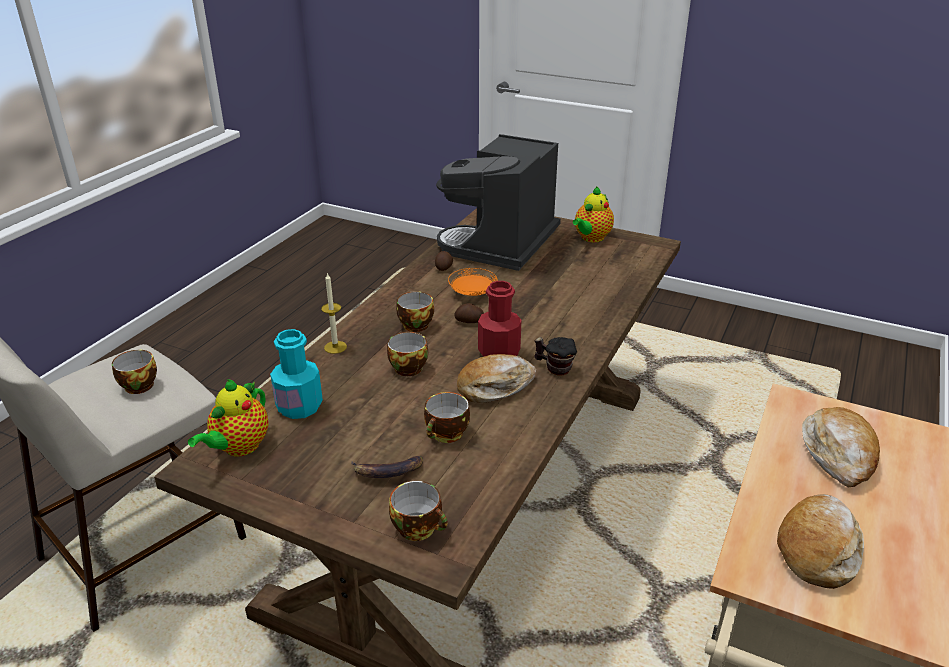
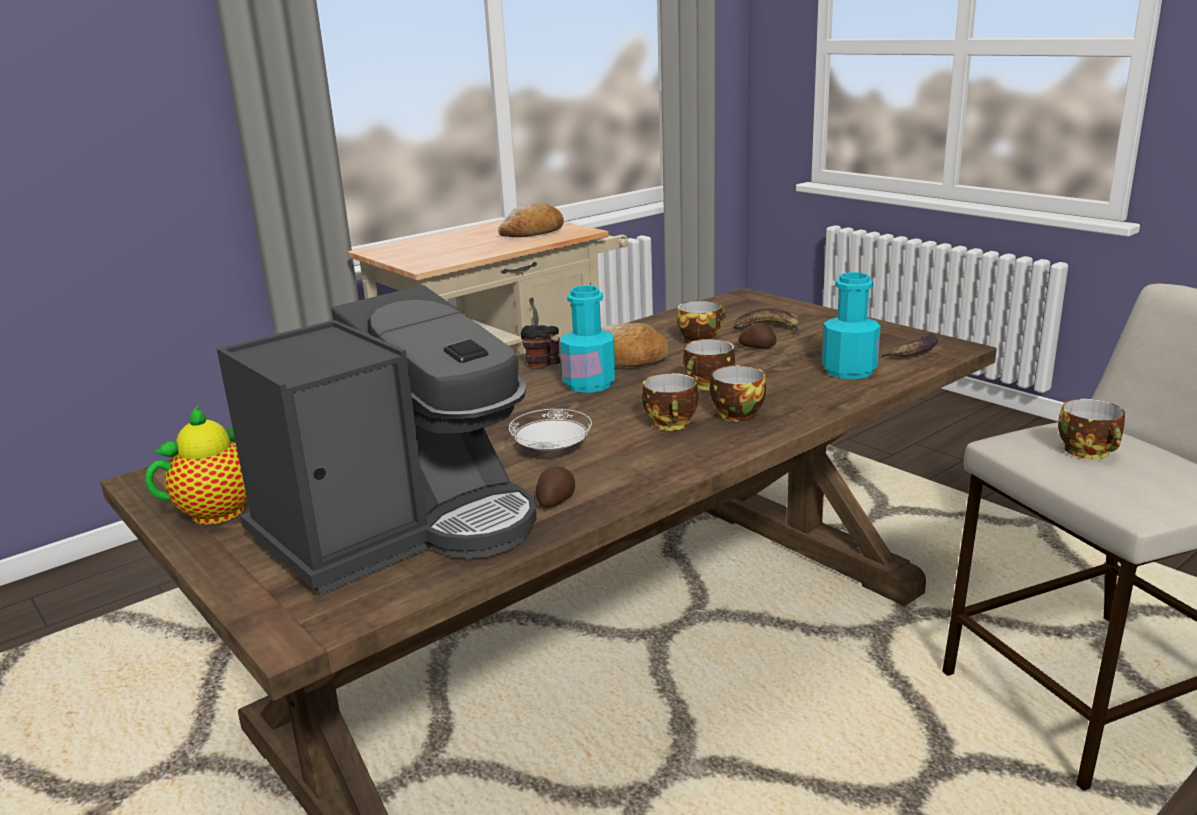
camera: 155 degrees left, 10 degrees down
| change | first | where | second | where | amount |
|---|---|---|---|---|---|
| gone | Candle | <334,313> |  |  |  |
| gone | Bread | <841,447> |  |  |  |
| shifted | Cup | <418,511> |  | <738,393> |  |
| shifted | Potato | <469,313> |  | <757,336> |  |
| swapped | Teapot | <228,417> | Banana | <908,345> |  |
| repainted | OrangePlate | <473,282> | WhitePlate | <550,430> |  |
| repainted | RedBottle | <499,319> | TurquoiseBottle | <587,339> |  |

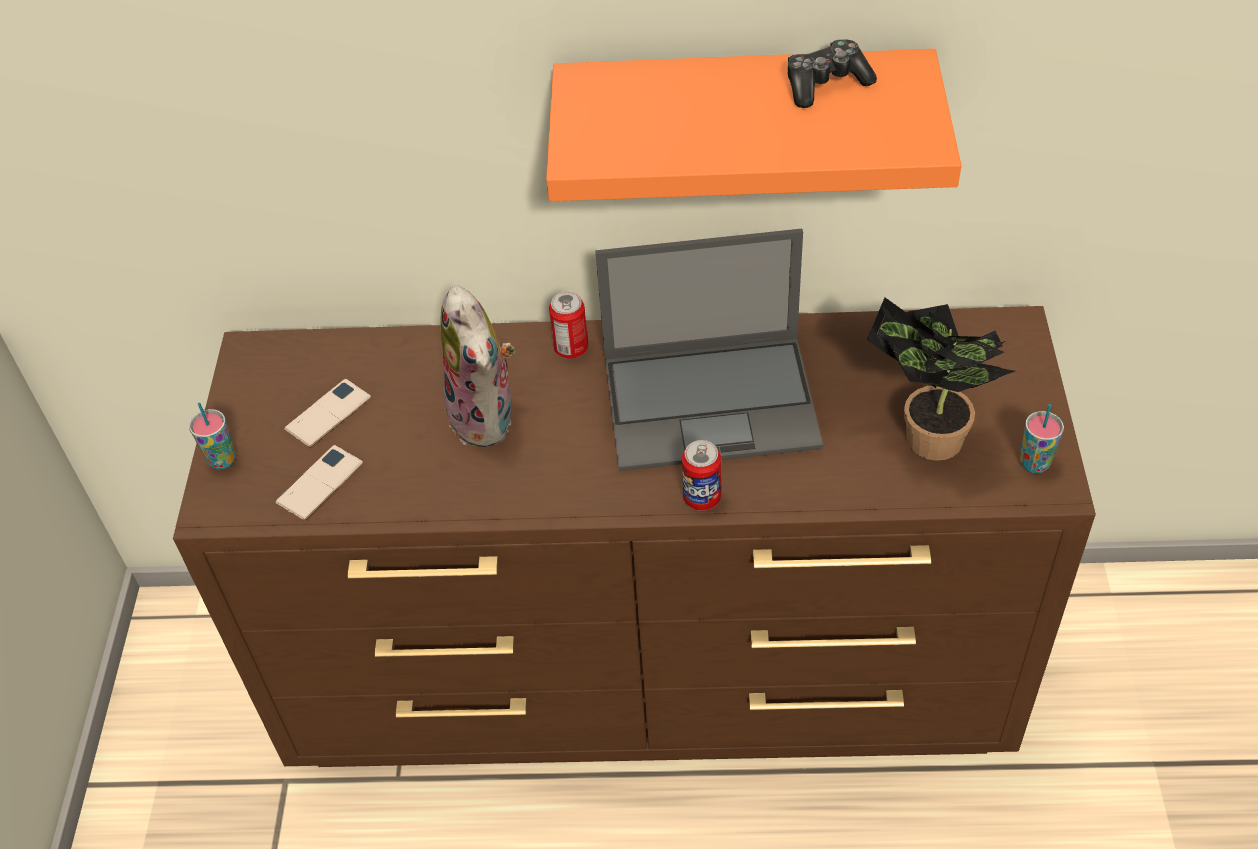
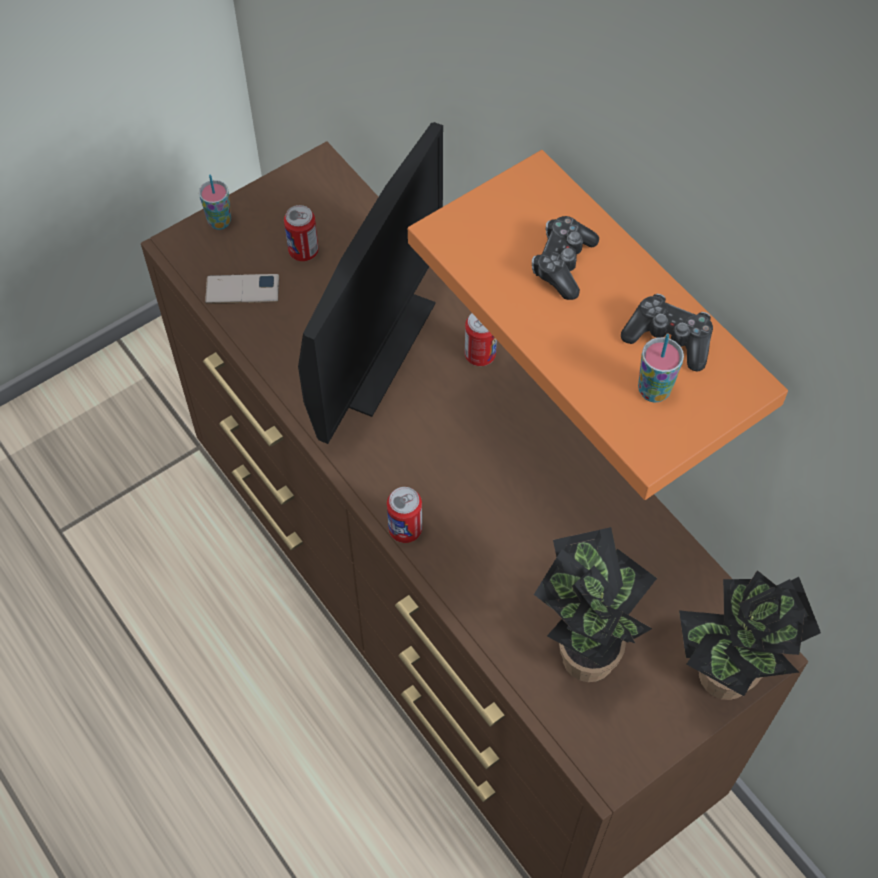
camera: 50 degrees right, 10 degrees up
| change | first | where | second | where | amount |
|---|---|---|---|---|---|
| gone | Laptop | <709,350> |  |  |  |
| new |  |  | GameController | <565,258> |  |
| new |  |  | PottedPlant | <750,635> |  |
| shifted | Cup | <1042,438> |  | <661,368> |  |
| swapped | Phone | <327,413> | Can | <301,233> |  |
| swapped | PlushToy | <477,366> | Monitor | <370,283> |  |

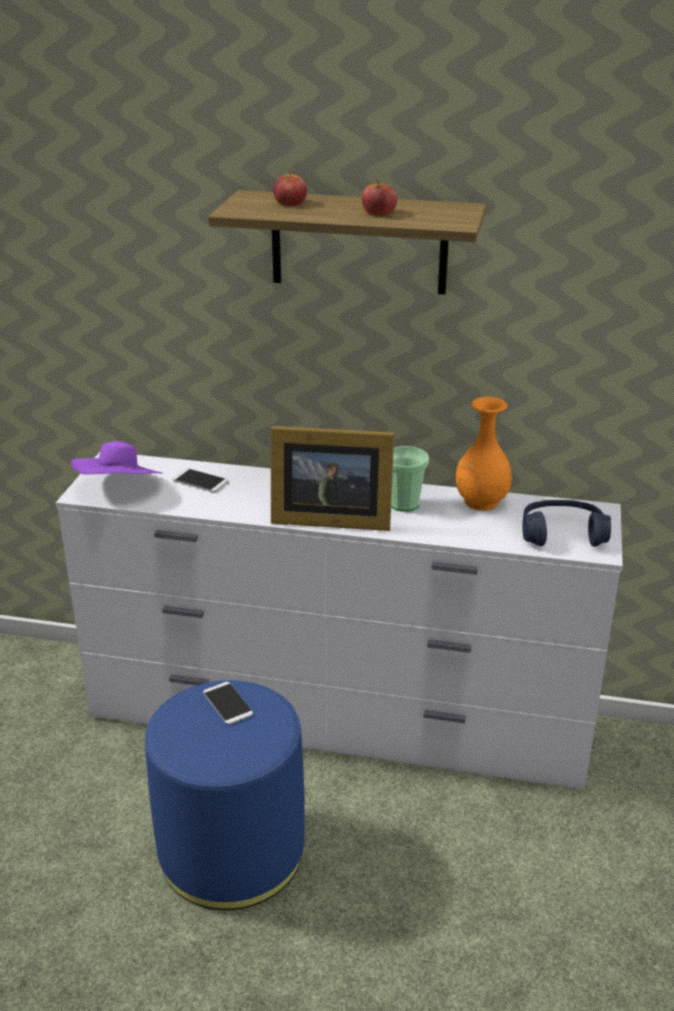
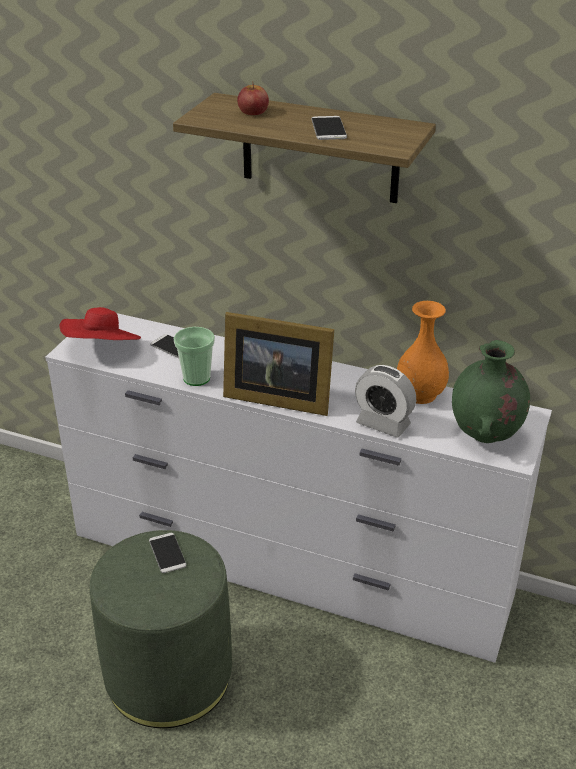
camera: 10 degrees right, 5 degrees up
| change | first | where | second | where | amount |
|---|---|---|---|---|---|
| new |  |  | AlarmClock | <385,401> |  |
| shifted | Cup | <410,479> |  | <194,356> |  |
| swapped | Apple | <379,197> | Phone | <329,128> |  |
| swapped | BlueHeadphones | <566,523> | GreenVase | <491,391> |  |
| repainted | PurpleHat | <116,458> | RedHat | <100,323> |  |
| repainted | BlueOttoman | <225,795> | GreenOttoman | <161,629> |  |

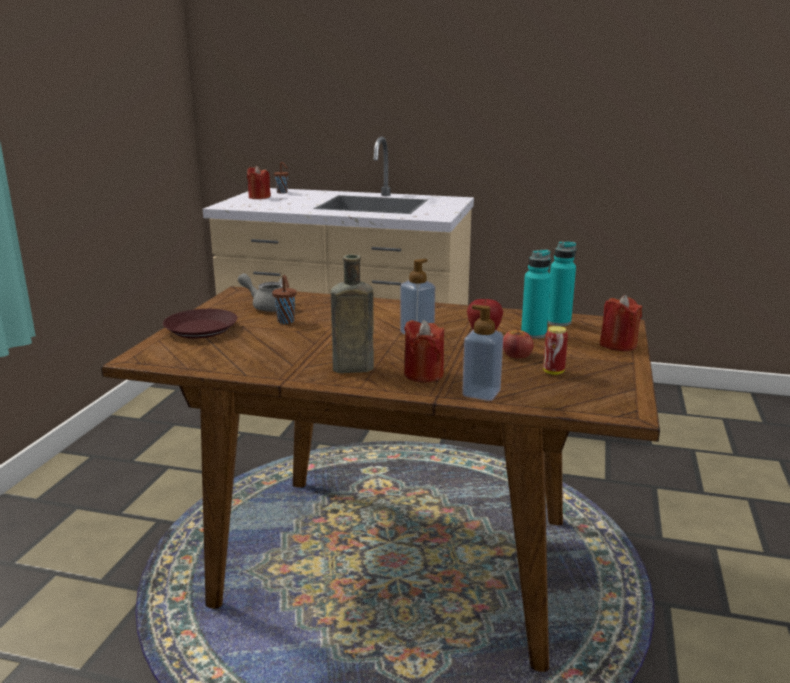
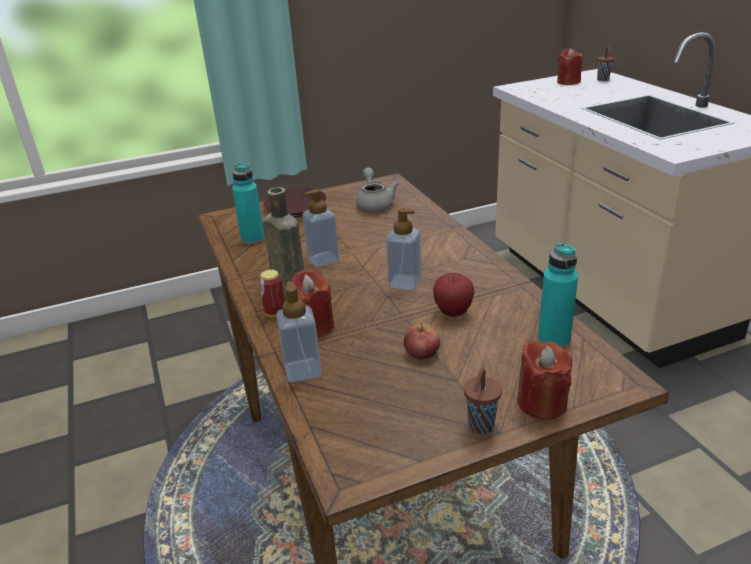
camera: 55 degrees right, 10 degrees up
| change | first | where | second | where | amount |
|---|---|---|---|---|---|
| new |  |  | SoapDispenser | <320,228> |  |
| shifted | BrownCup | <284,299> |  | <483,401> |  |
| shifted | TurquoiseBottle | <536,294> |  | <248,203> |  |
| shifted | Can | <555,350> |  | <272,294> |  |

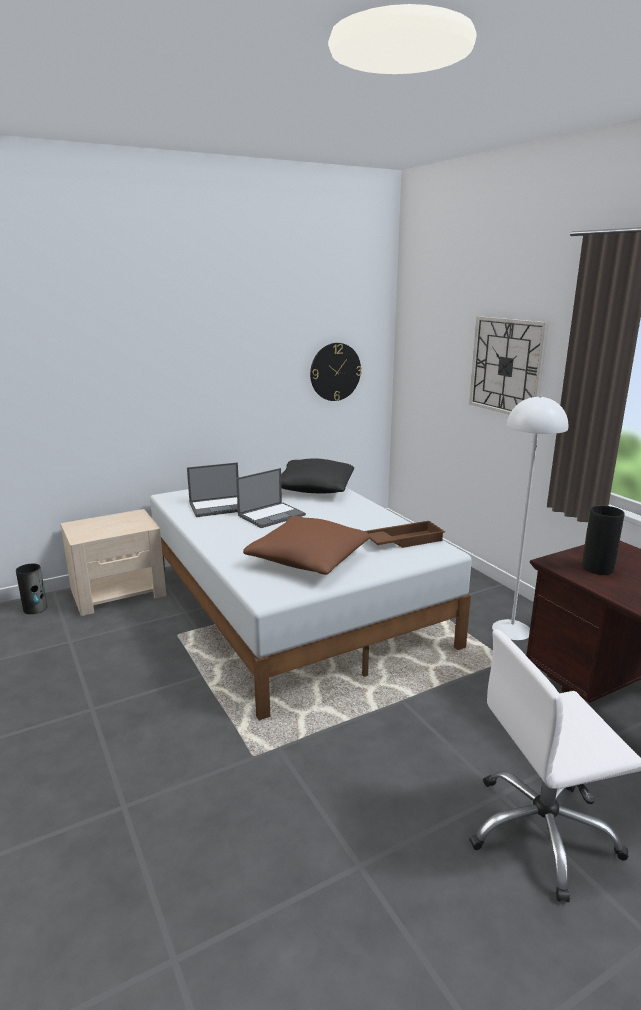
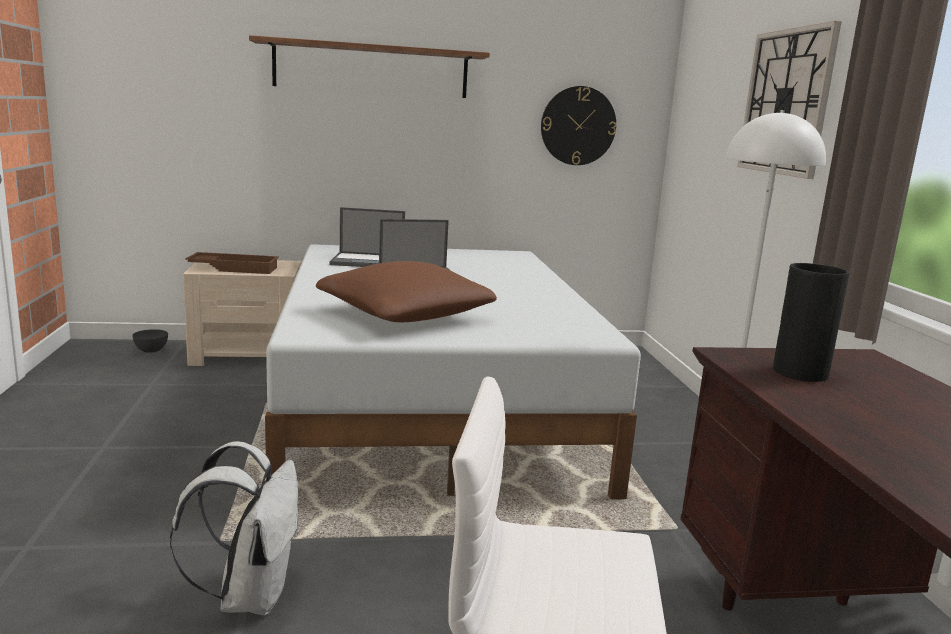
camera: 20 degrees right, 5 degrees down
| change | first | where | second | where | amount |
|---|---|---|---|---|---|
| gone | BlackPillow | <317,475> |  |  |  |
| new |  |  | WhiteBackpack | <234,528> |  |
| new |  |  | Shelf | <369,66> |  |
| shifted | BrownTray | <405,534> |  | <232,263> |  |
| swapped | Vase | <31,589> | GreyBowl | <150,341> |  |

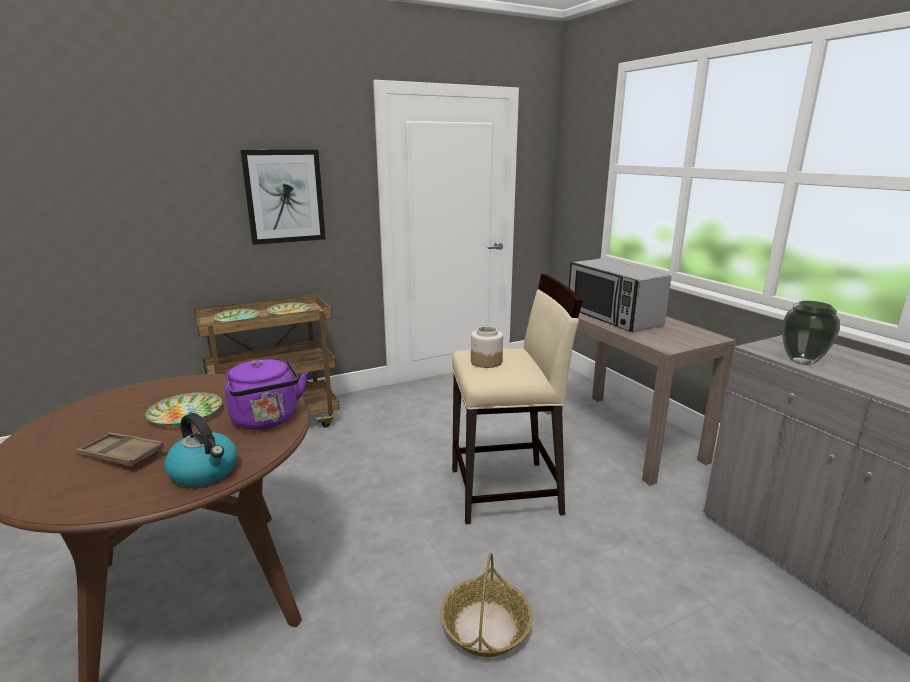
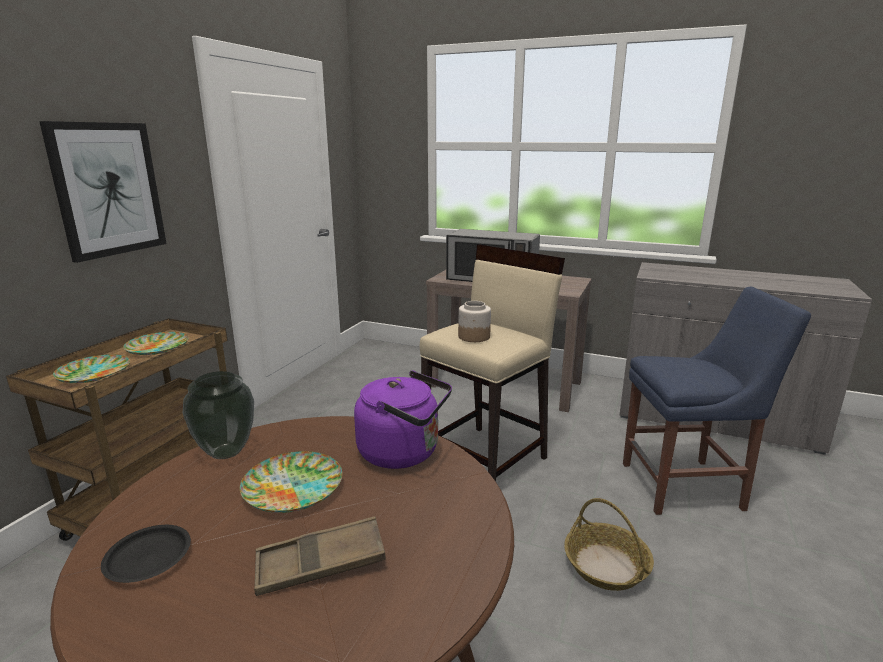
camera: 40 degrees left, 0 degrees up
| change | first | where | second | where | amount |
|---|---|---|---|---|---|
| gone | Kettle | <201,450> |  |  |  |
| new |  |  | BlackPlate | <146,554> |  |
| new |  |  | BlueChair | <717,401> |  |
| shifted | Vase | <811,333> |  | <218,415> |  |

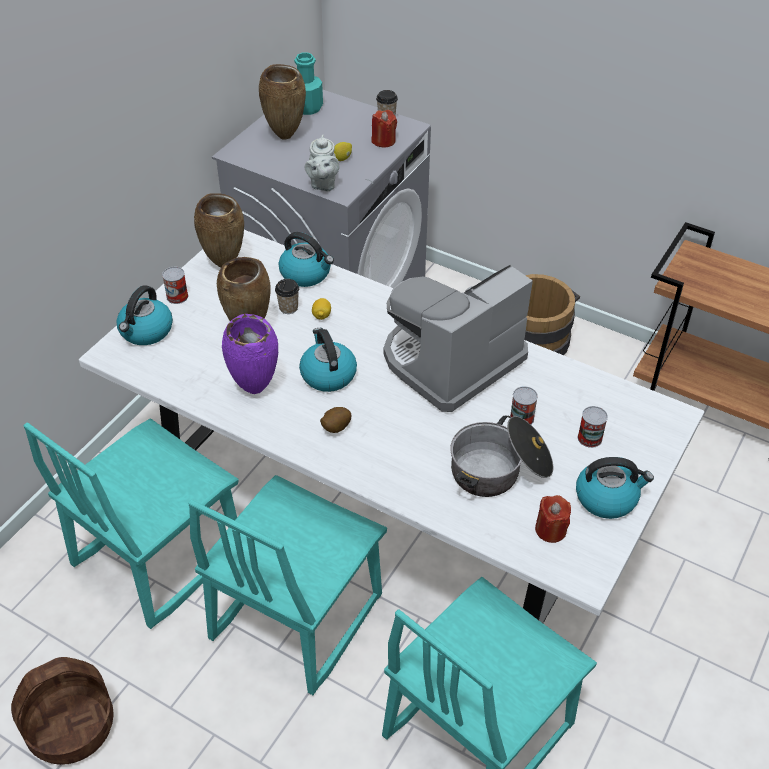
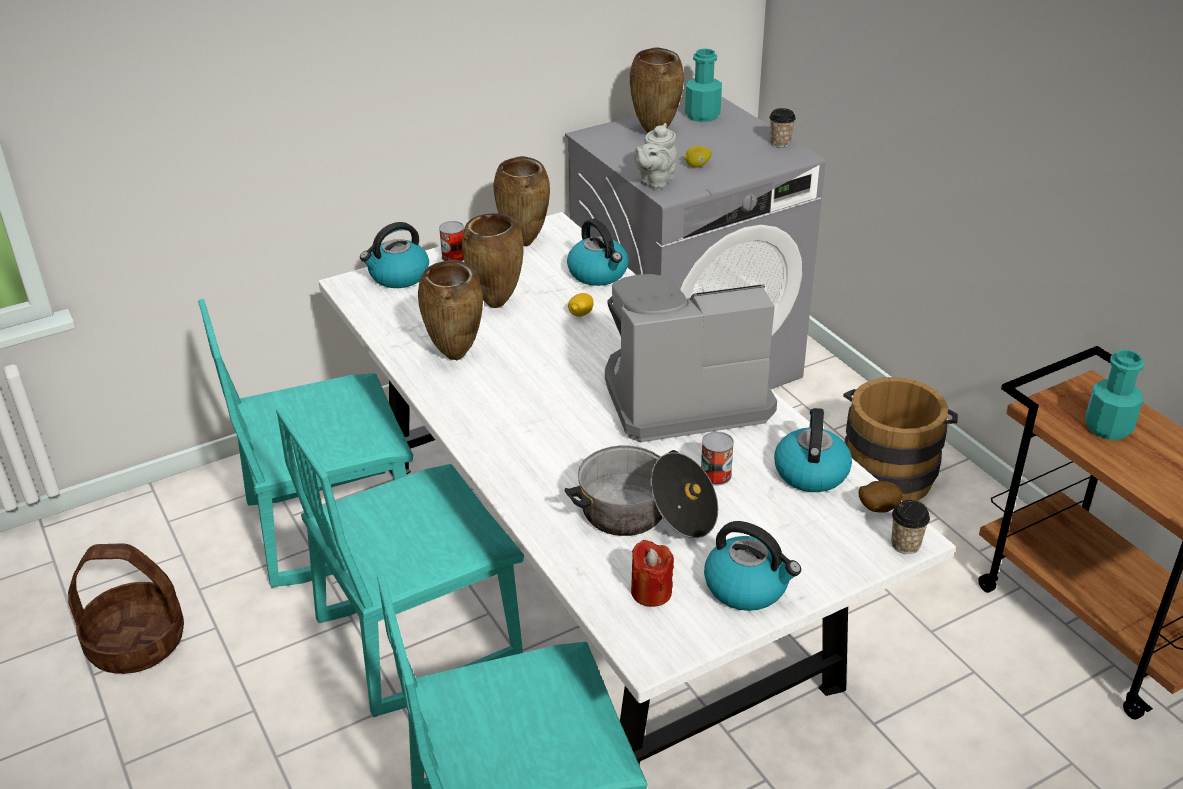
camera: 30 degrees right, 10 degrees down
| change | first | where | second | where | amount |
|---|---|---|---|---|---|
| gone | RedCandle | <384,129> |  |  |  |
| gone | Can | <593,427> |  |  |  |
| new |  |  | TurquoiseBottle | <1115,395> |  |
| shifted | Cup | <287,296> |  | <910,527> |  |
| shifted | Kettle | <328,360> |  | <813,450> |  |
| shifted | Potato | <335,420> |  | <881,497> |  |
| repainted | PurpleVase | <250,354> | BrownVase | <450,310> |  |

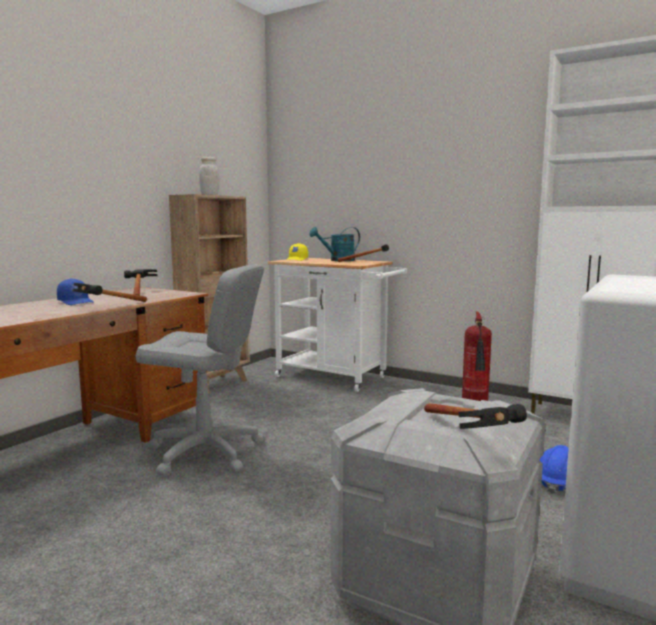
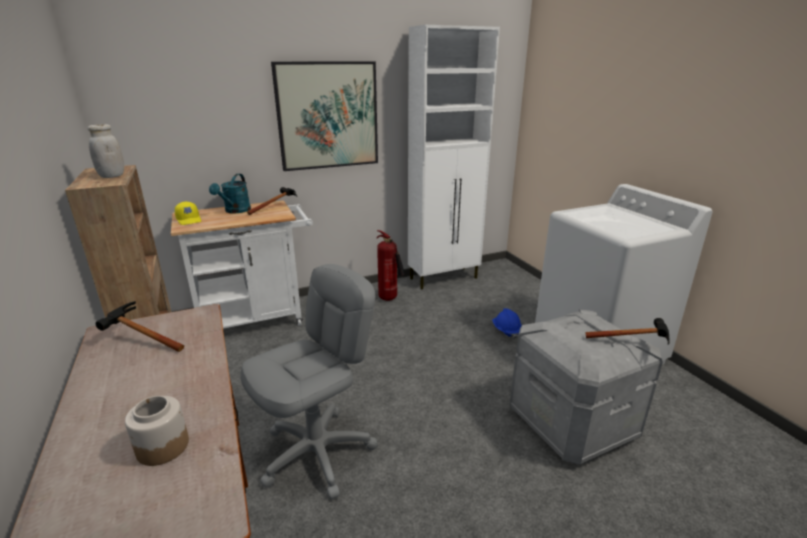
camera: 55 degrees left, 15 degrees up
| change | first | where | second | where | amount |
|---|---|---|---|---|---|
| gone | BlueCap | <75,291> |  |  |  |
| gone | Hammer | <110,292> |  |  |  |
| new |  |  | Jar | <157,431> |  |
| new |  |  | Picture | <324,116> |  |

